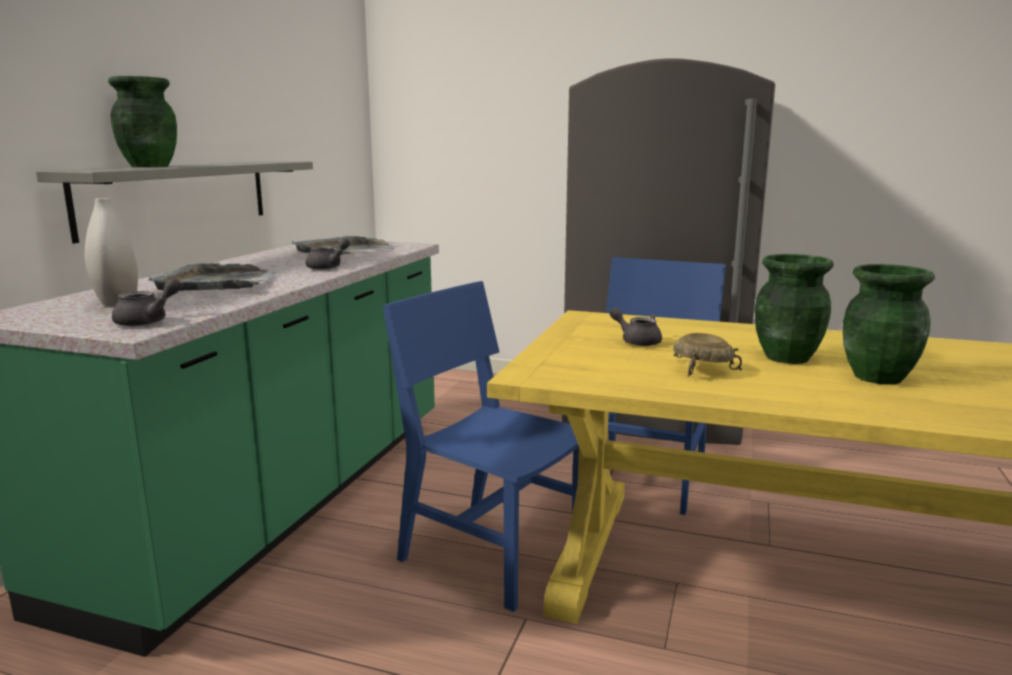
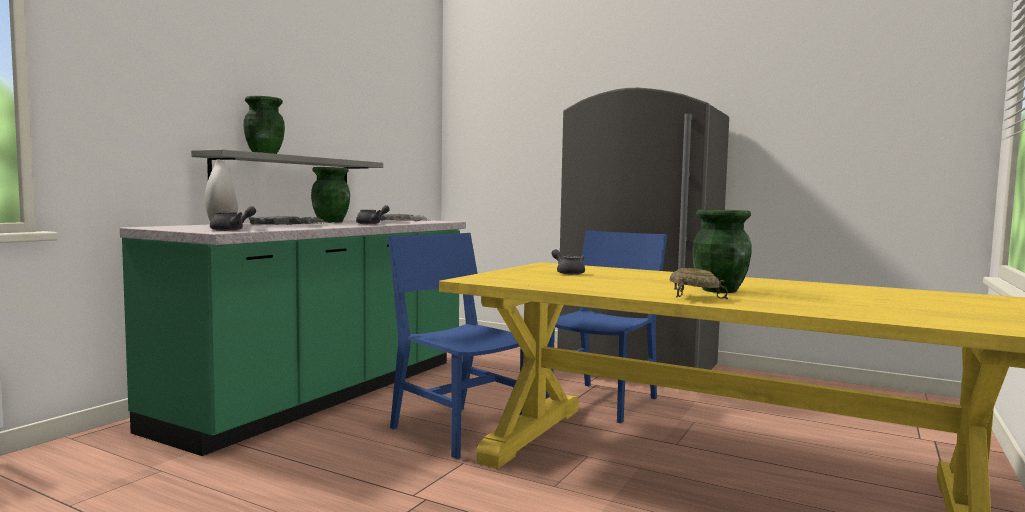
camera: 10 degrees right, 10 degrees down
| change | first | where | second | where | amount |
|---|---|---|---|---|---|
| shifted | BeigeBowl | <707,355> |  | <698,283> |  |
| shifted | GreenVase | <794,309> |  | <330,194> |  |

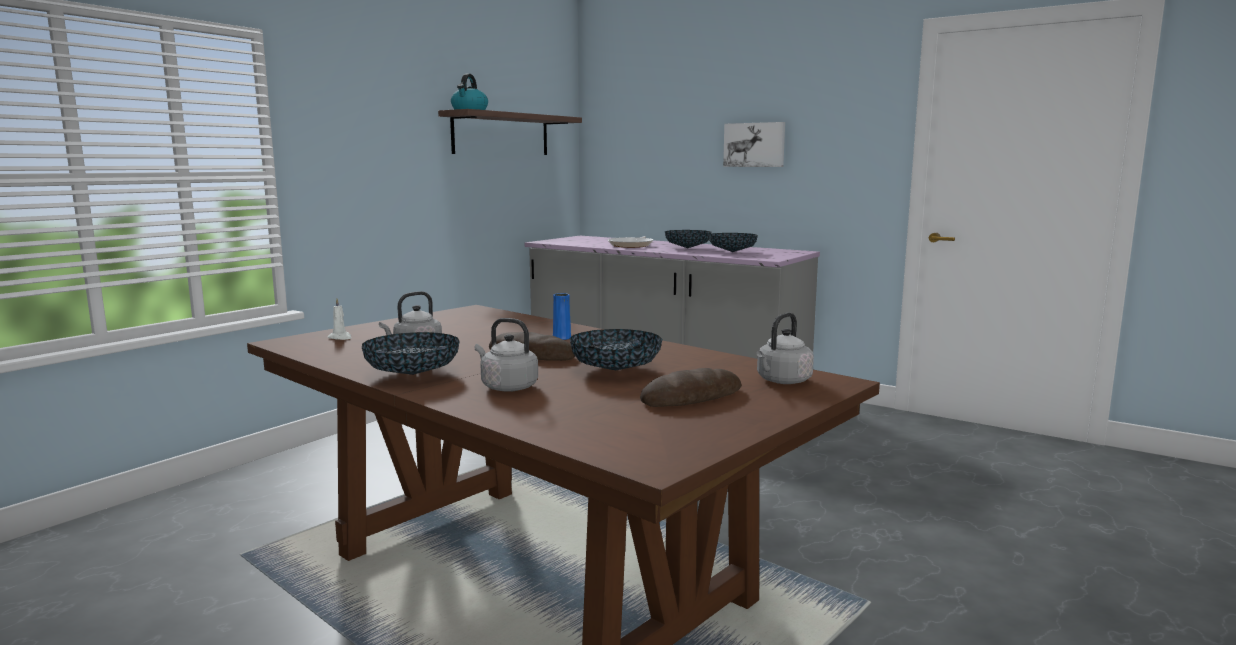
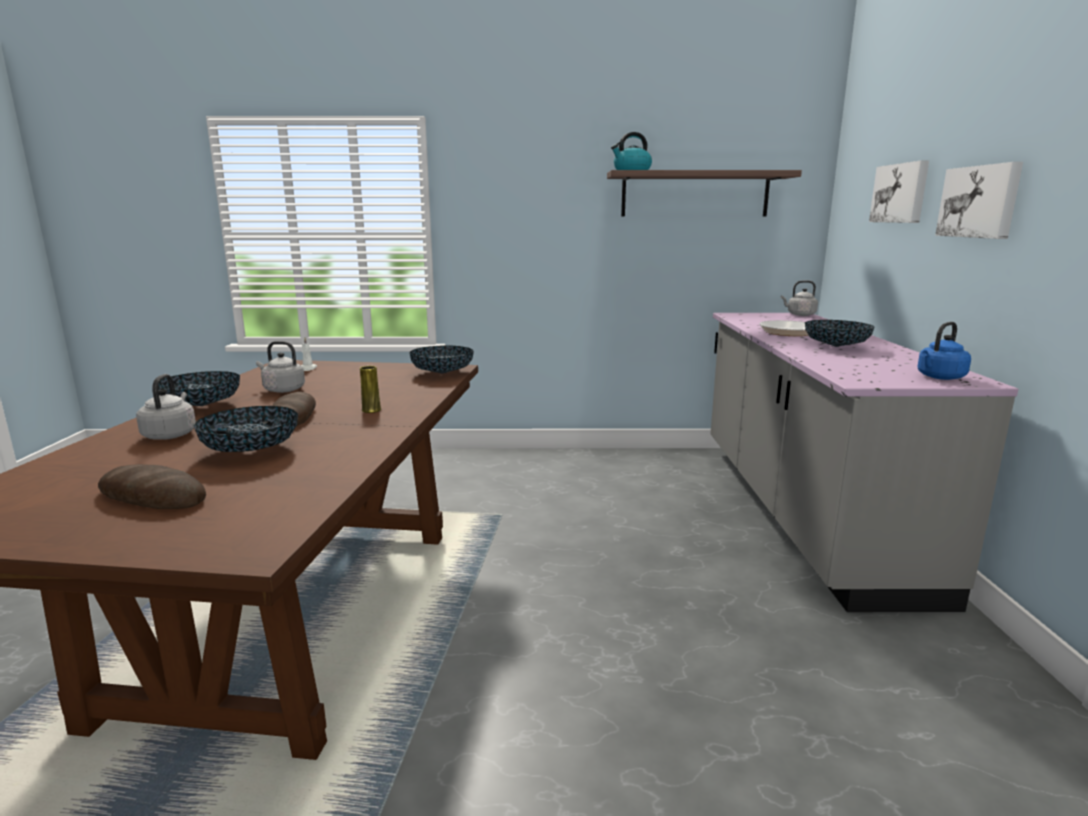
camera: 55 degrees right, 5 degrees up
| change | first | where | second | where | amount |
|---|---|---|---|---|---|
| new |  |  | Picture | <899,191> |  |
| new |  |  | BlueKettle | <944,351> |  |
| shifted | Bowl | <733,242> |  | <442,359> |  |
| shifted | GreyKettle | <785,348> |  | <799,298> |  |
| repainted | BlueVase | <562,316> | YellowVase | <370,389> |  |

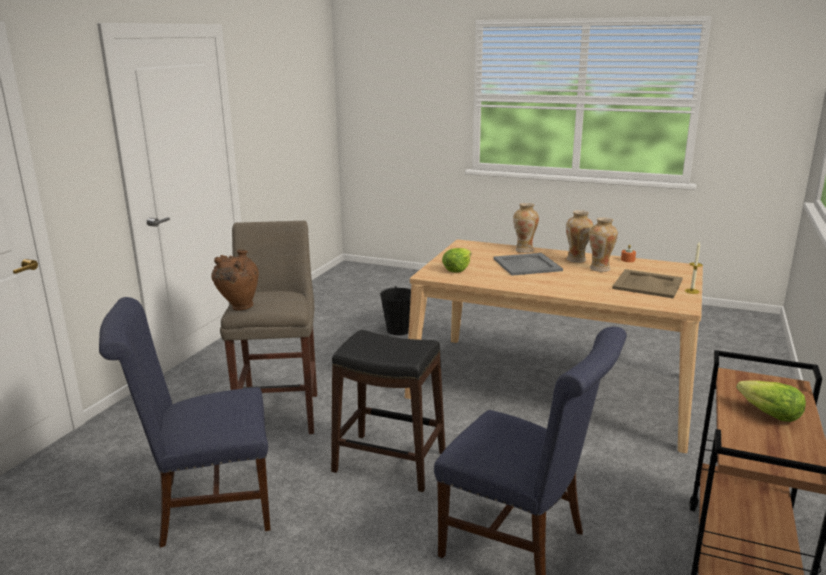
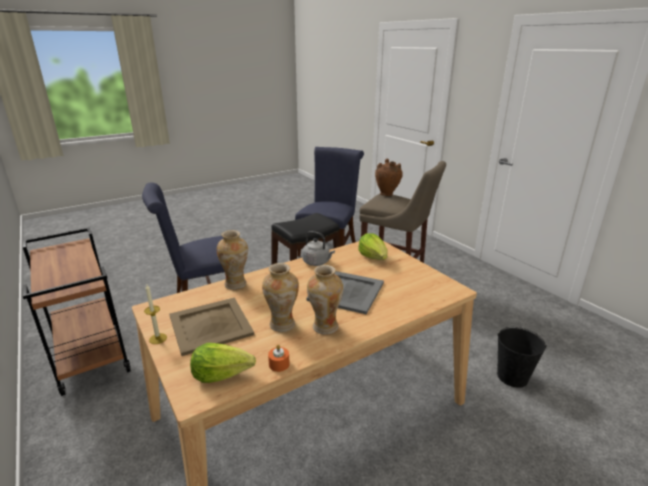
camera: 125 degrees right, 5 degrees up
| change | first | where | second | where | amount |
|---|---|---|---|---|---|
| new |  |  | GreyKettle | <318,248> |  |
| shifted | Vase | <526,228> |  | <232,260> |  |
| shifted | Lettuce | <771,401> |  | <223,363> |  |

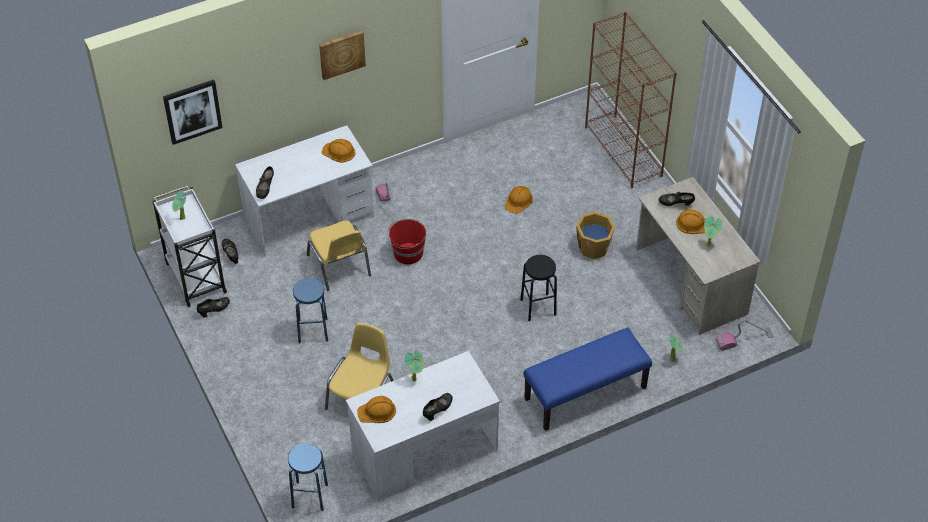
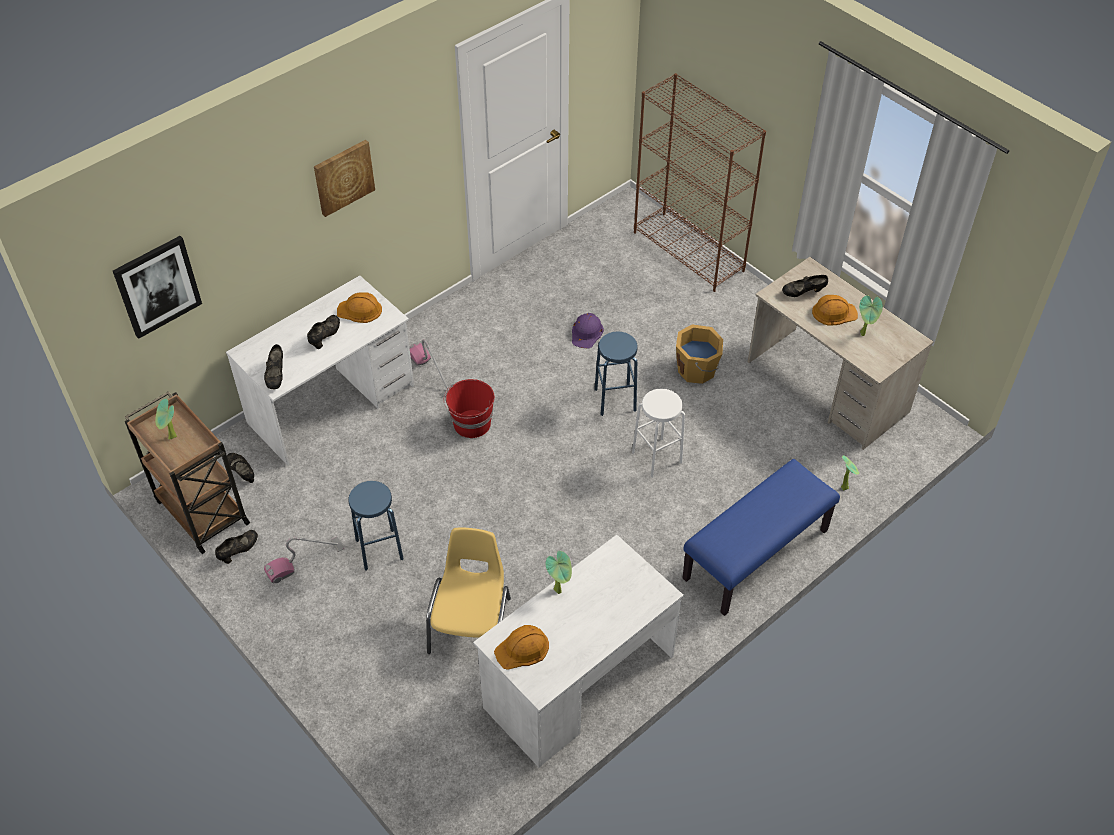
camera: 15 degrees left, 0 degrees up
| change | first | where | second | where | amount |
|---|---|---|---|---|---|
| gone | YellowChair | <339,255> |  |  |  |
| shifted | BlueStool | <308,477> |  | <616,373> |  |
| shifted | BlackShoe | <438,407> |  | <323,332> |  |
| shifted | VacuumCleaner | <744,335> |  | <304,560> |  |
| repainted | WhiteCart | <190,246> | BrownCart | <187,472> |  |
| repainted | OrangeHardHat | <519,200> | PurpleHardHat | <588,331> |  |
| repainted | BlackStool | <538,288> | WhiteStool | <658,433> |  |

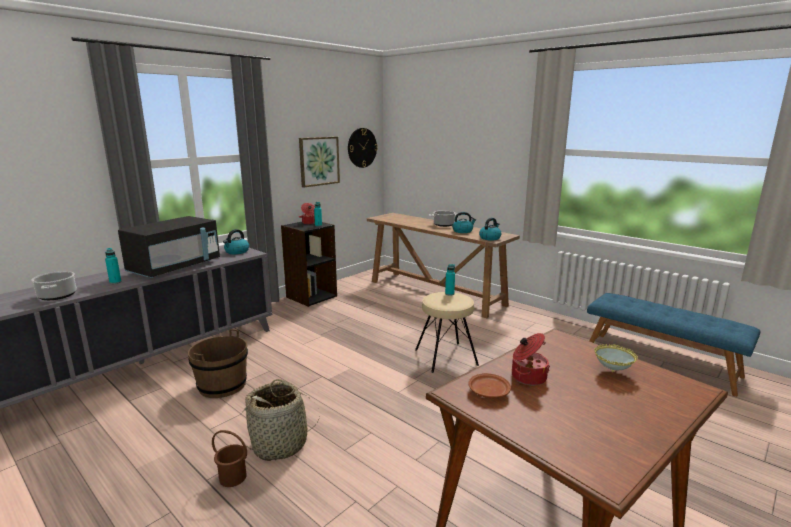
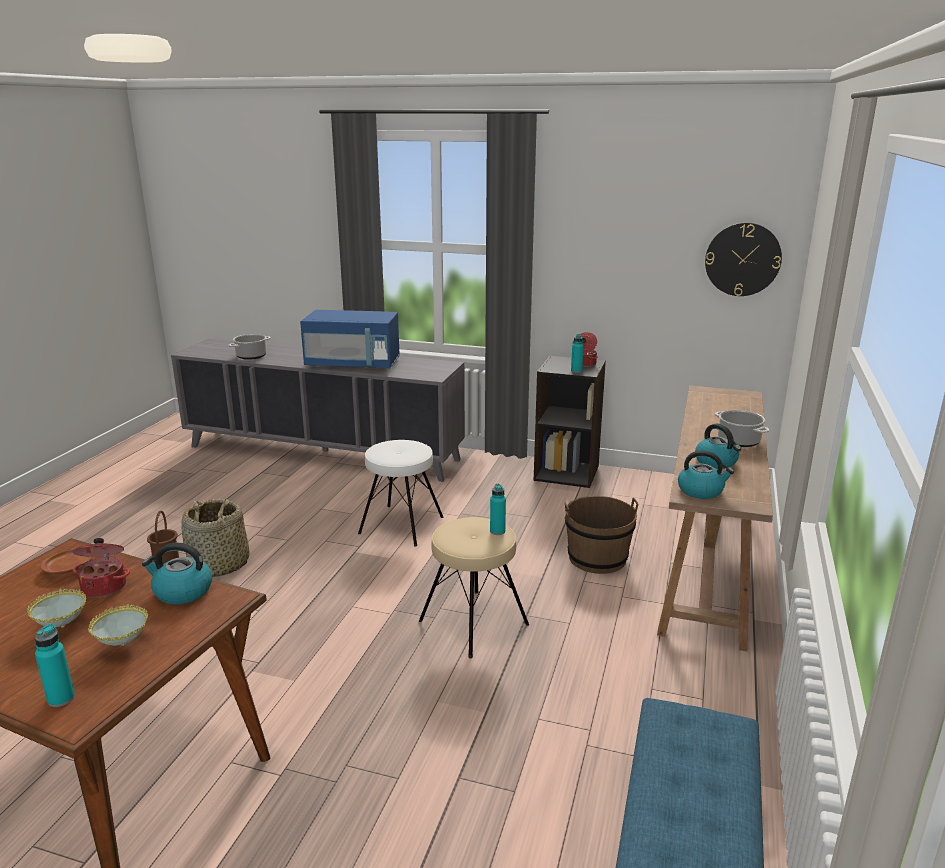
camera: 65 degrees right, 5 degrees up
| change | first | where | second | where | amount |
|---|---|---|---|---|---|
| gone | Picture | <319,162> |  |  |  |
| new |  |  | Bowl | <56,608> |  |
| new |  |  | WhiteStool | <401,493> |  |
| shifted | TurquoiseBottle | <113,266> |  | <55,665> |  |
| shifted | BrownBucket | <218,363> |  | <601,535> |  |
| shifted | Kettle | <236,241> |  | <177,573> |  |
| repainted | BlackMicrowave | <169,247> | BlueMicrowave | <350,339> |  |

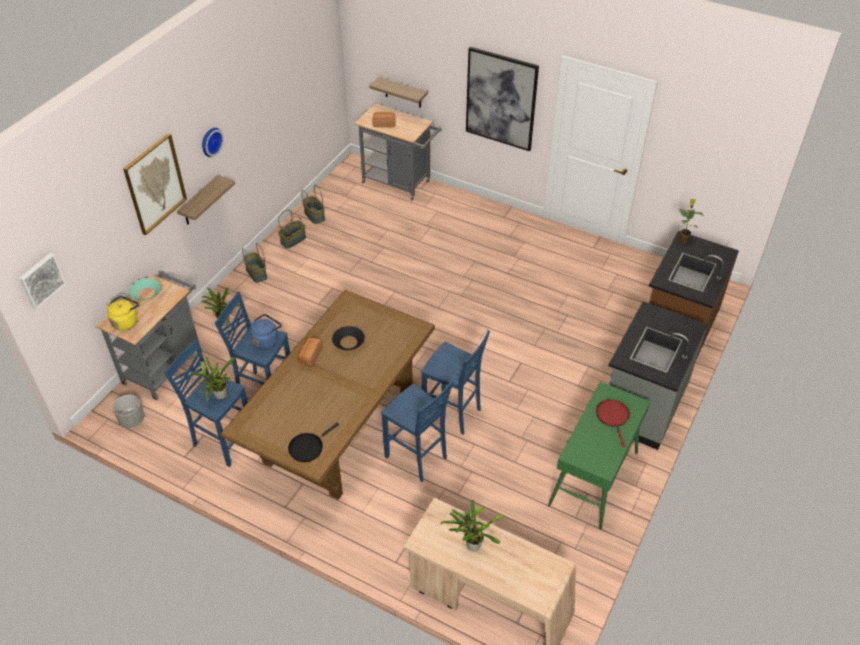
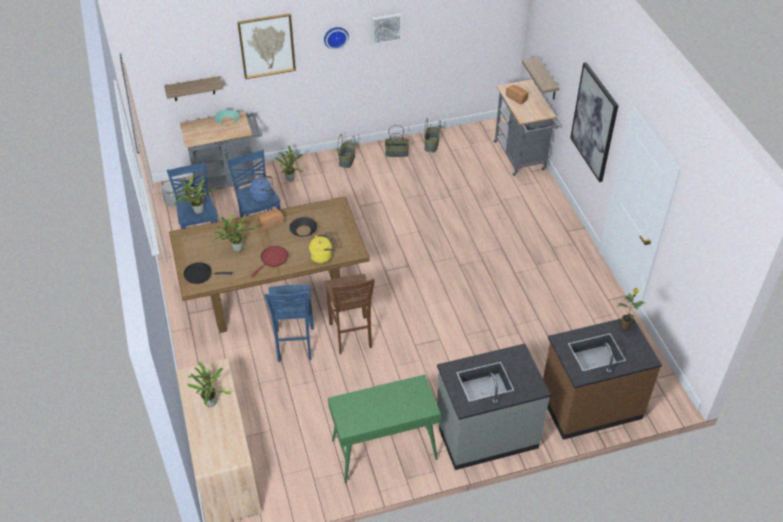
camera: 45 degrees right, 0 degrees up
| change | first | where | second | where | amount |
|---|---|---|---|---|---|
| new |  |  | PottedPlant | <234,233> |  |
| shifted | Picture | <42,281> |  | <386,29> |  |
| shifted | YellowKettle | <122,313> |  | <322,248> |  |
| shifted | Shelf | <206,200> |  | <193,88> |  |
| shifted | RedFryingPan | <613,423> |  | <269,261> |  |
| repainted | BlueStool | <455,382> | BrownStool | <350,314> |  |

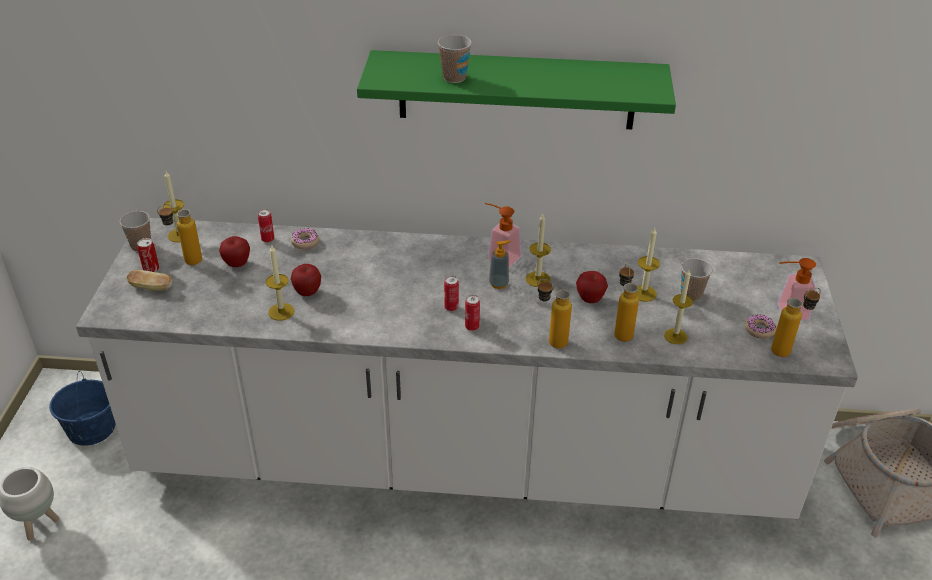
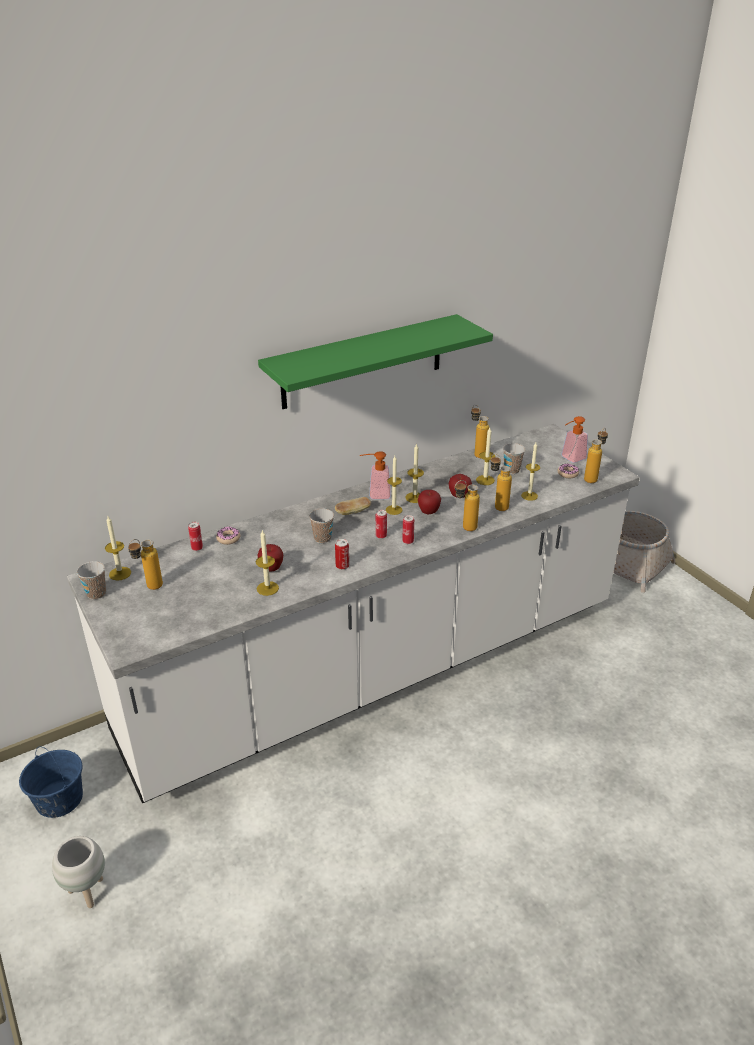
camera: 35 degrees left, 5 degrees down
| change | first | where | second | where | amount |
|---|---|---|---|---|---|
| new |  |  | Bottle | <480,431> |  |
| shifted | Bread | <149,280> |  | <353,506> |  |
| shifted | Can | <148,255> |  | <342,554> |  |
| shifted | Apple | <234,251> |  | <429,502> |  |
| shifted | Cup | <455,59> |  | <321,525> |  |
| swapped | SoapDispenser | <500,264> | Candle | <394,485> |  |

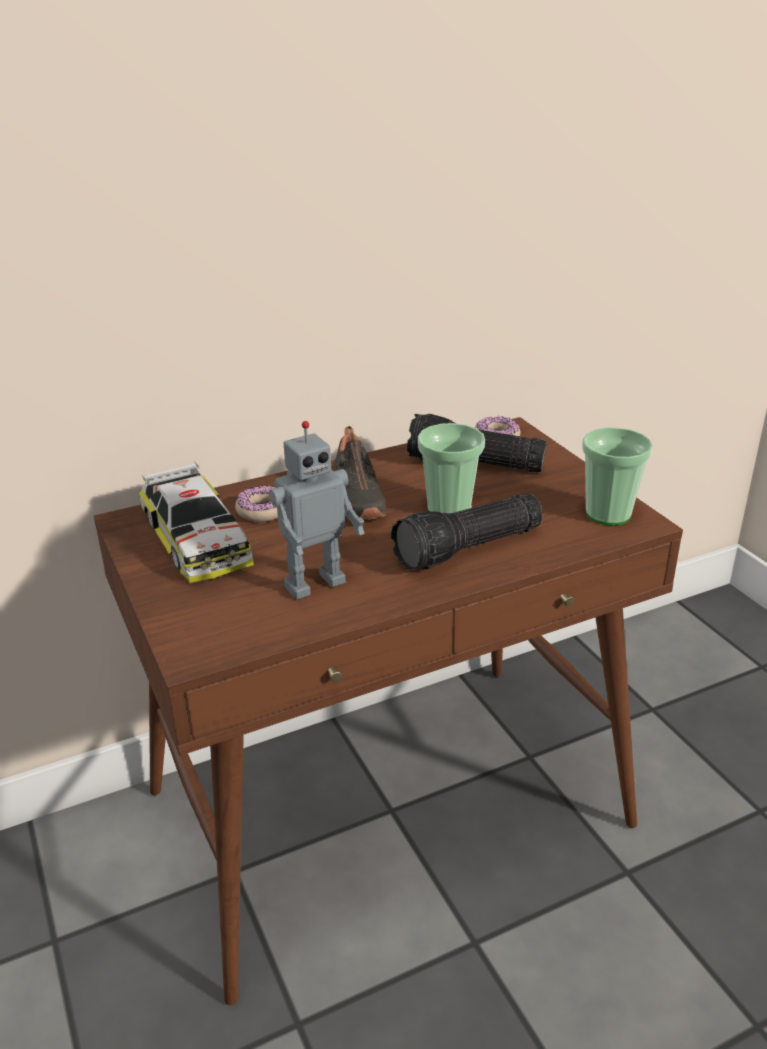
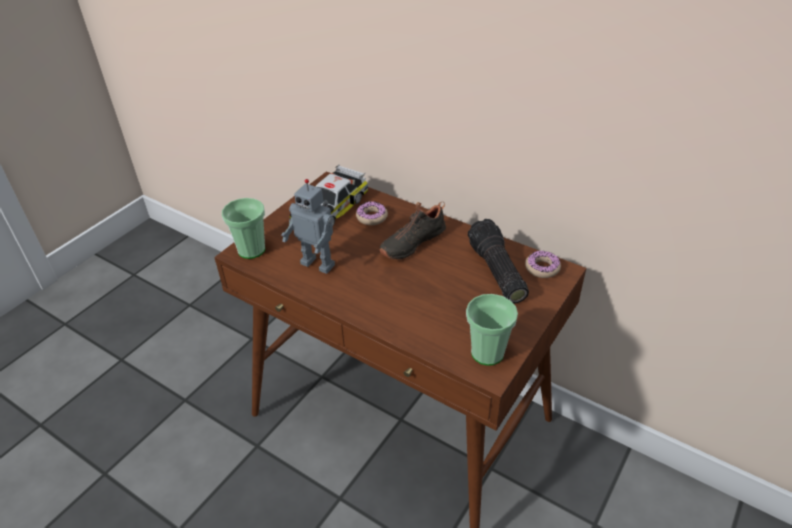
camera: 60 degrees right, 10 degrees up
| change | first | where | second | where | amount |
|---|---|---|---|---|---|
| gone | Flashlight | <466,532> |  |  |  |
| shifted | Cup | <451,468> |  | <243,228> |  |

